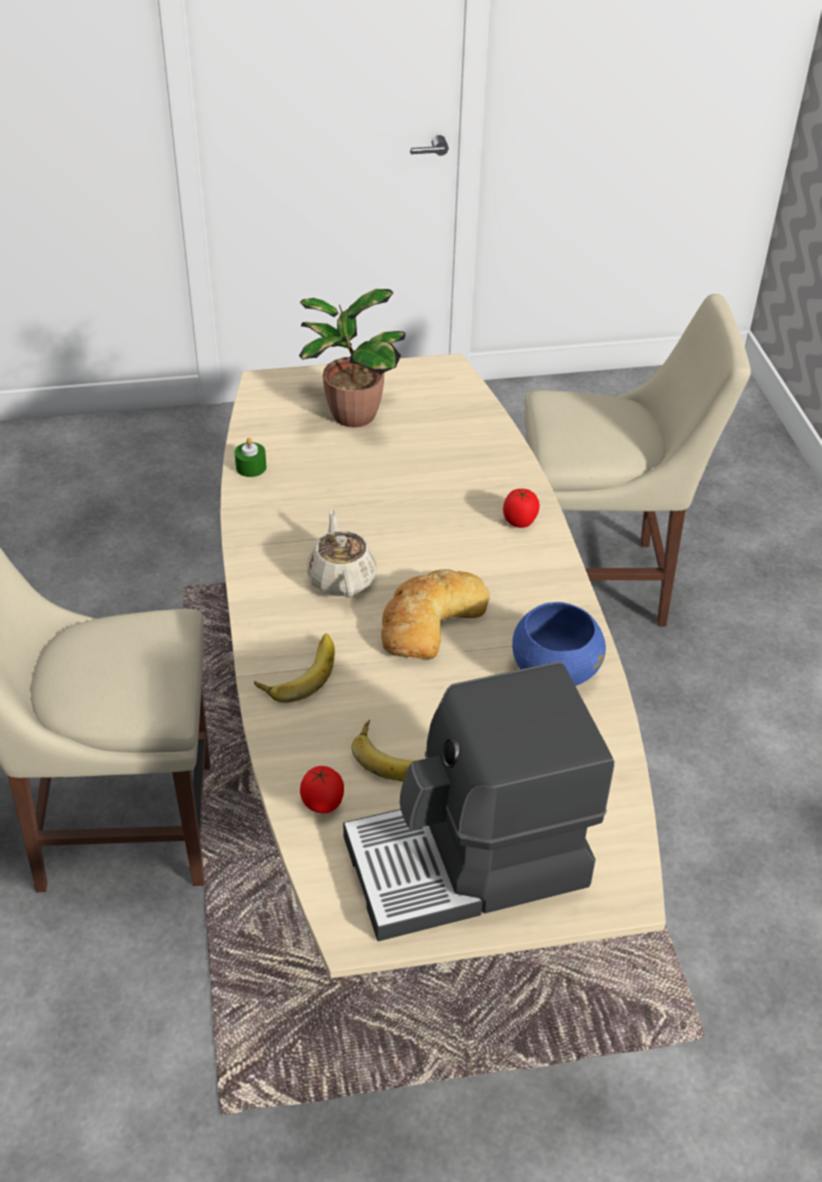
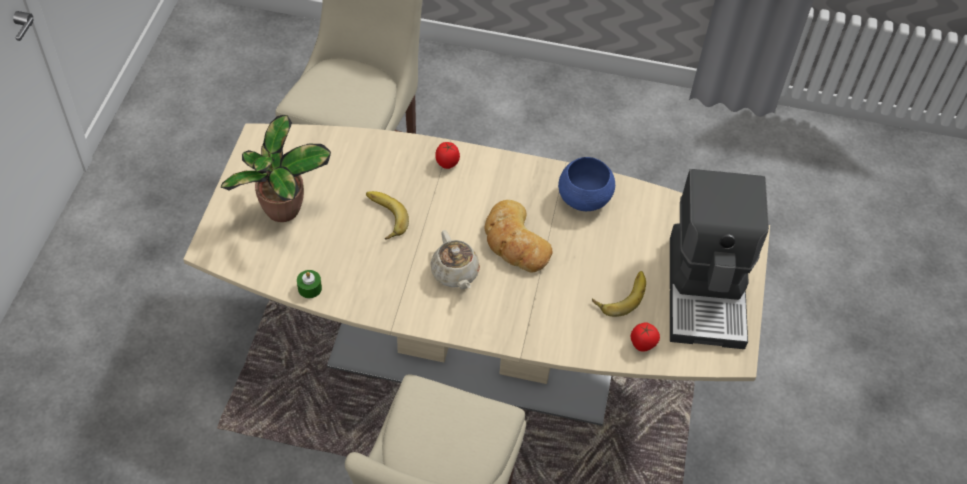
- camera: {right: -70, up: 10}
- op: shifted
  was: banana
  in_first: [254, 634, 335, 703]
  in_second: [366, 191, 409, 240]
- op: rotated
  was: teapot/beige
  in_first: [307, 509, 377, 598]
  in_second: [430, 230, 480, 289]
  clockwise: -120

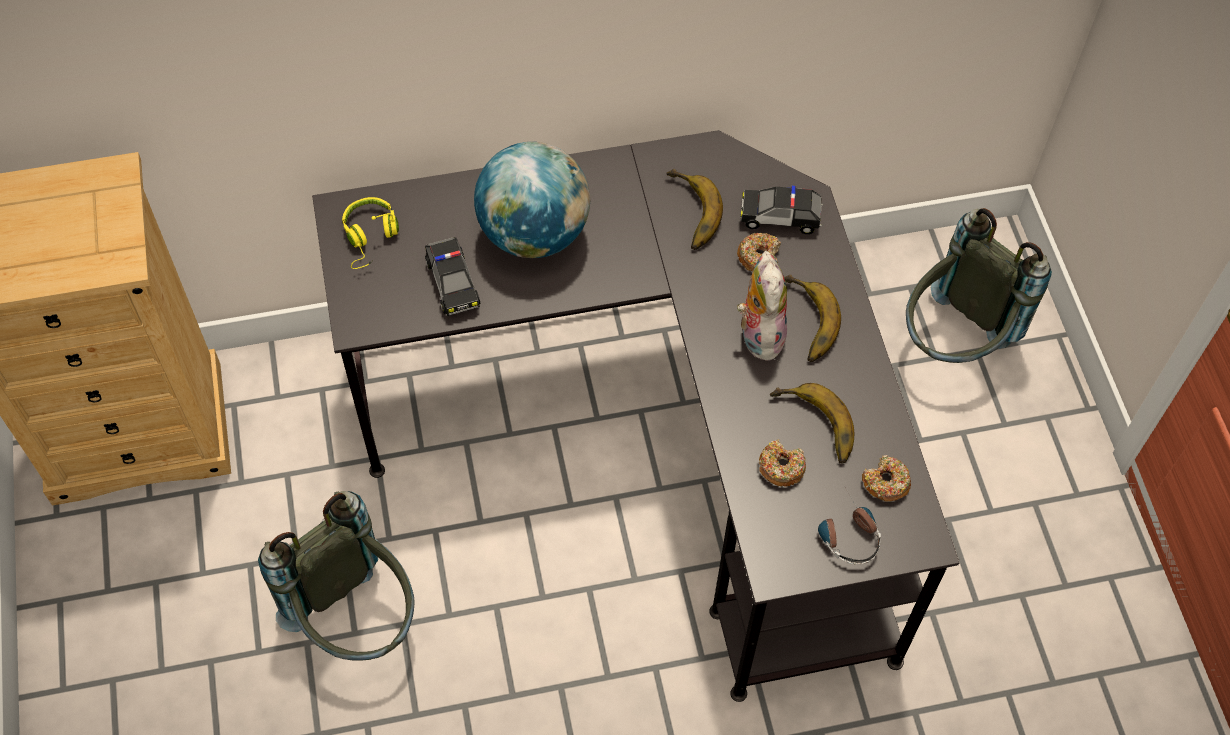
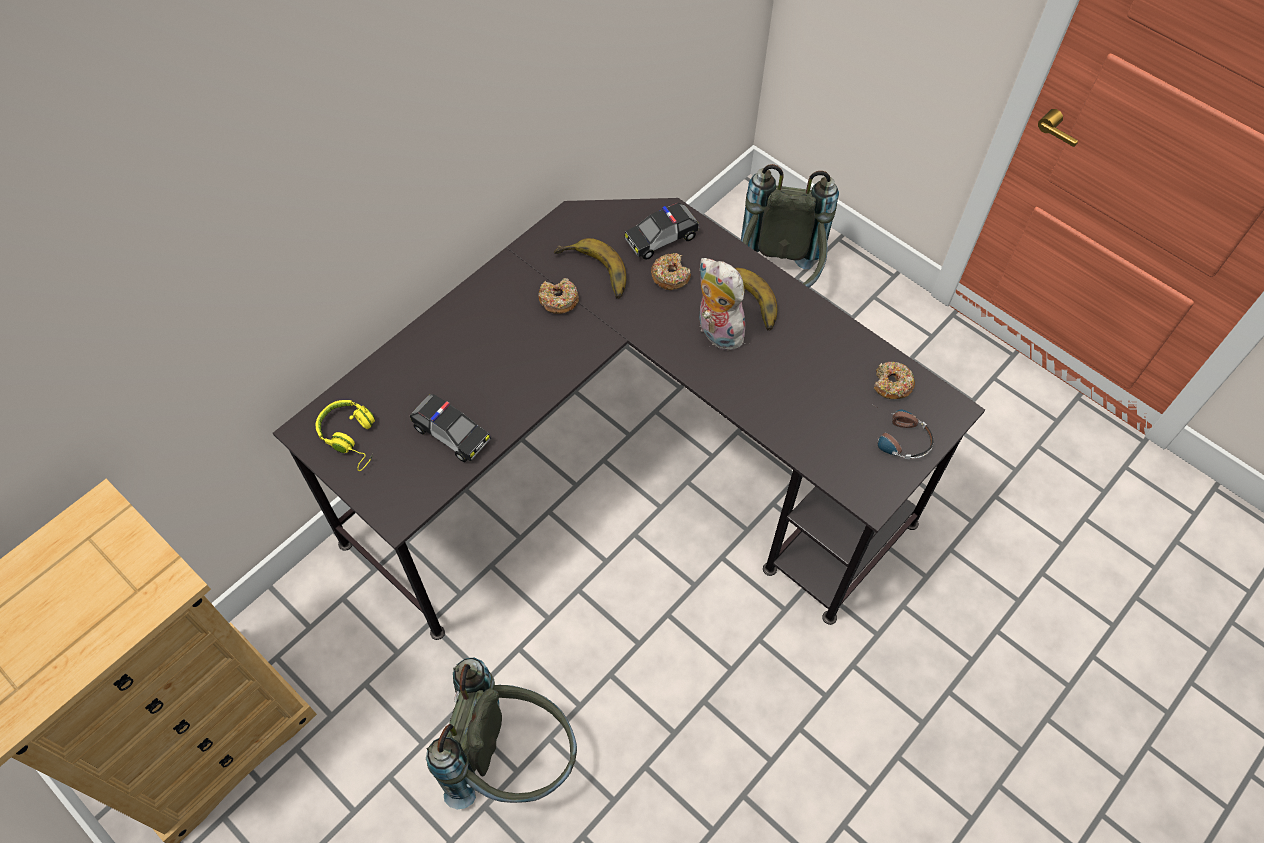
- camera: {right: -35, up: 0}
- op: shifted
  was: donut
  in_first: [759, 439, 806, 487]
  in_second: [538, 278, 579, 314]
- op: gone
  was: globe
  in_first: [474, 142, 590, 258]
- op: gone
  was: banana
  in_first: [770, 383, 854, 464]

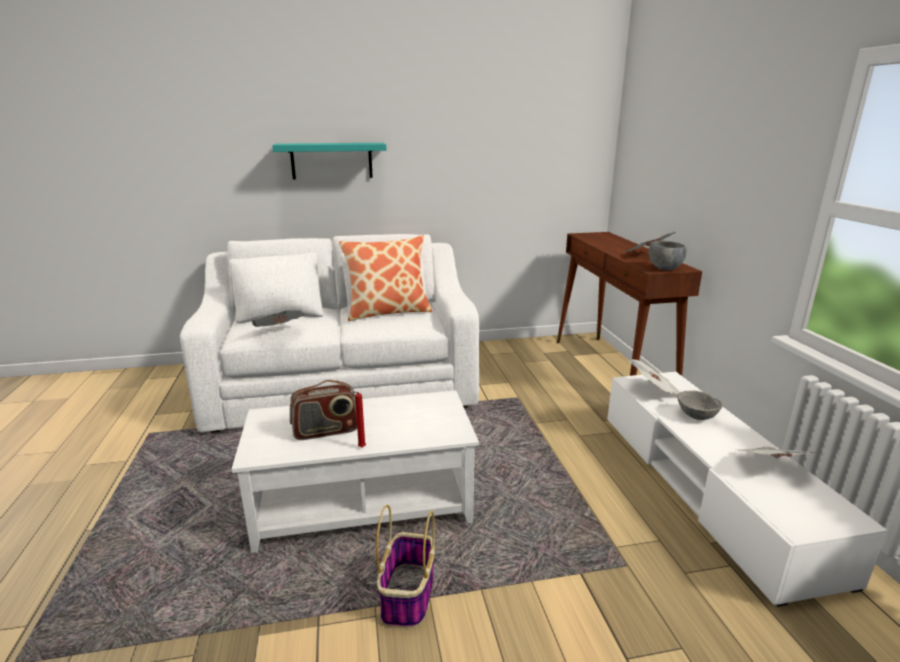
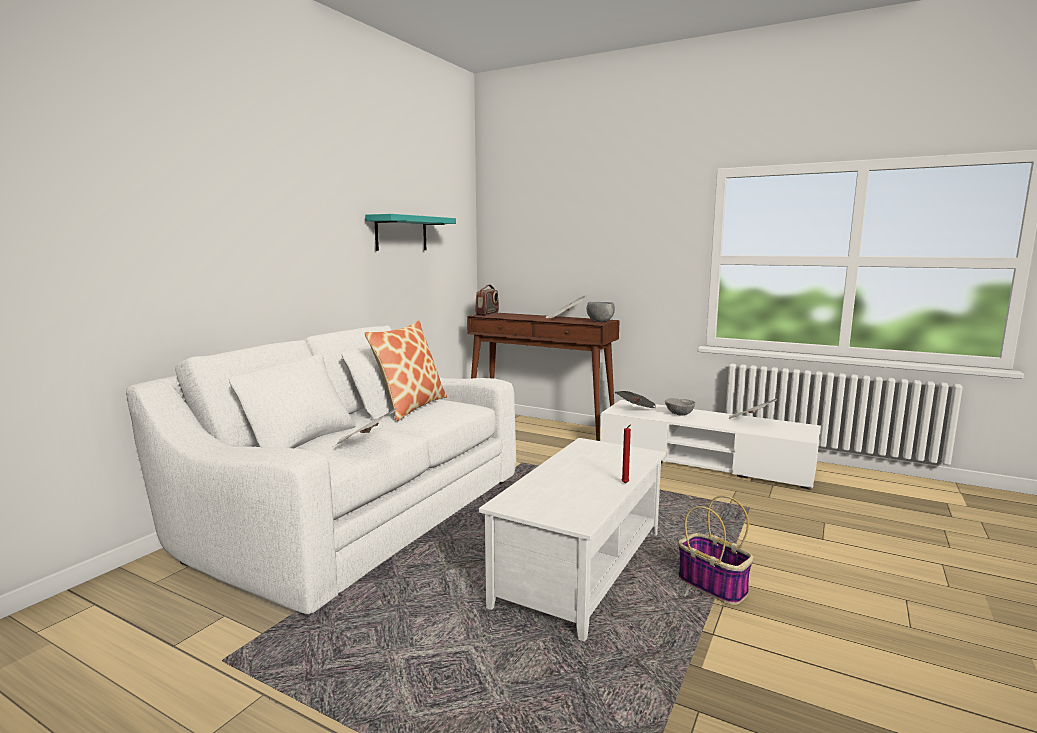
- camera: {right: -50, up: -10}
- op: shifted
  was: shelf/turquoise
  in_first: [272, 143, 386, 179]
  in_second: [365, 214, 456, 251]
- op: shifted
  was: radio
  in_first: [290, 380, 357, 440]
  in_second: [476, 284, 499, 316]

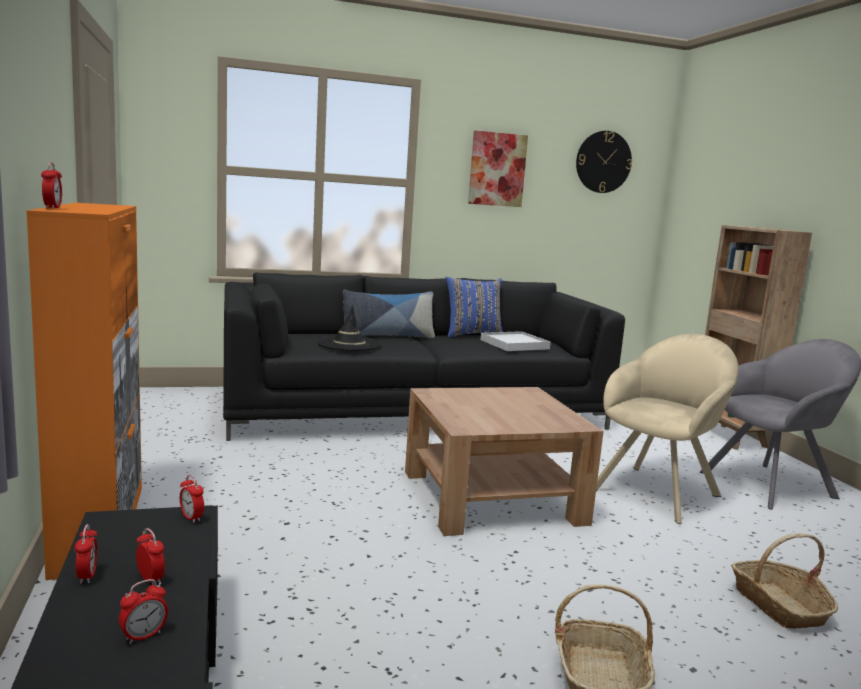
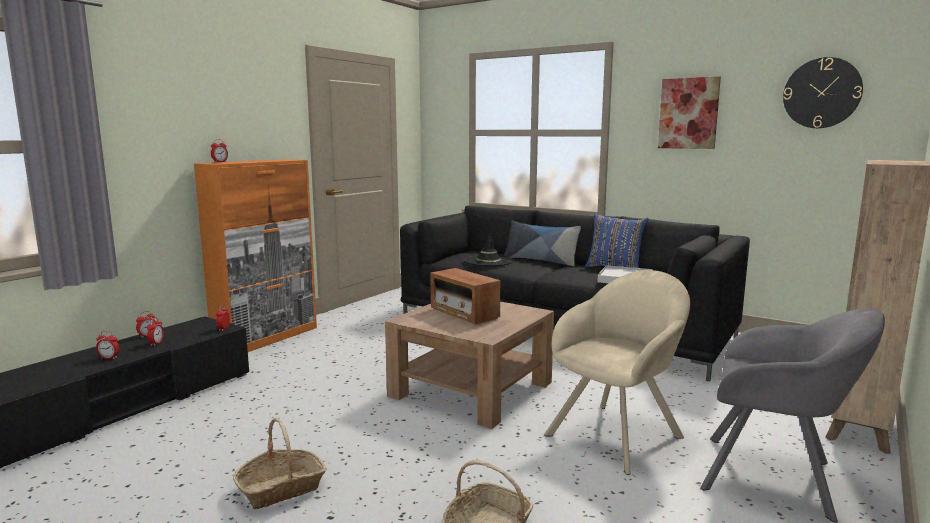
- camera: {right: 50, up: 0}
- op: new
  now: radio
  in_second: [430, 268, 500, 325]
- op: rotated
  was: armchair/beige
  in_first: [596, 334, 739, 524]
  in_second: [544, 270, 690, 475]
  clockwise: -45

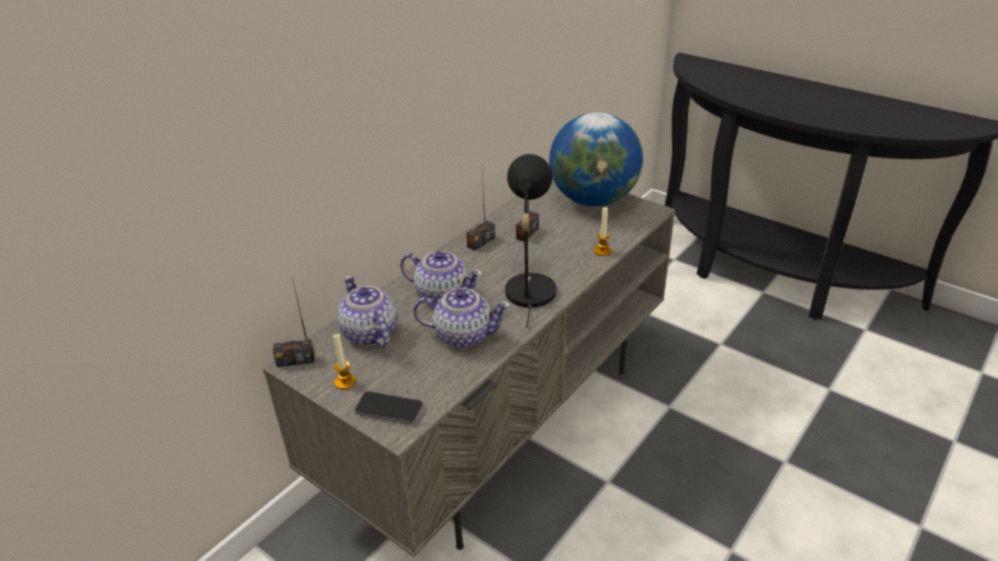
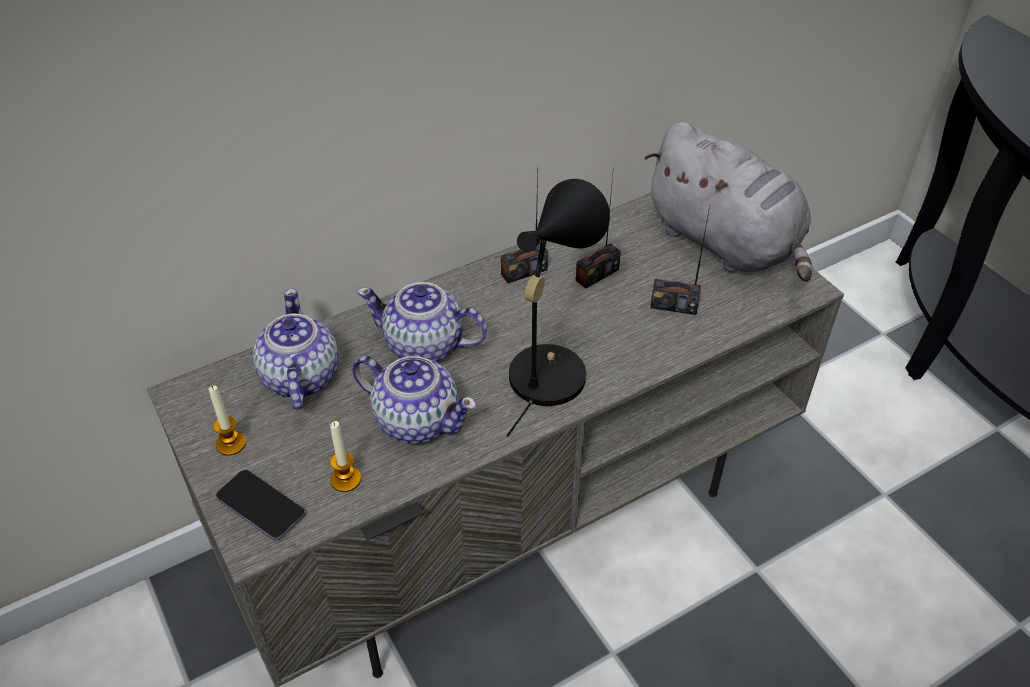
- camera: {right: 20, up: 10}
- op: shifted
  was: candle
  in_first: [594, 207, 611, 256]
  in_second: [330, 421, 361, 492]
- op: rotated
  was: teapot
  in_first: [400, 251, 483, 303]
  in_second: [357, 282, 487, 361]
  clockwise: 150
- op: swapped
  was: globe
  now: plush toy/grey
  in_first: [549, 112, 643, 207]
  in_second: [645, 122, 812, 282]
- op: shifted
  was: radio
  in_first: [273, 277, 315, 367]
  in_second: [650, 206, 710, 315]

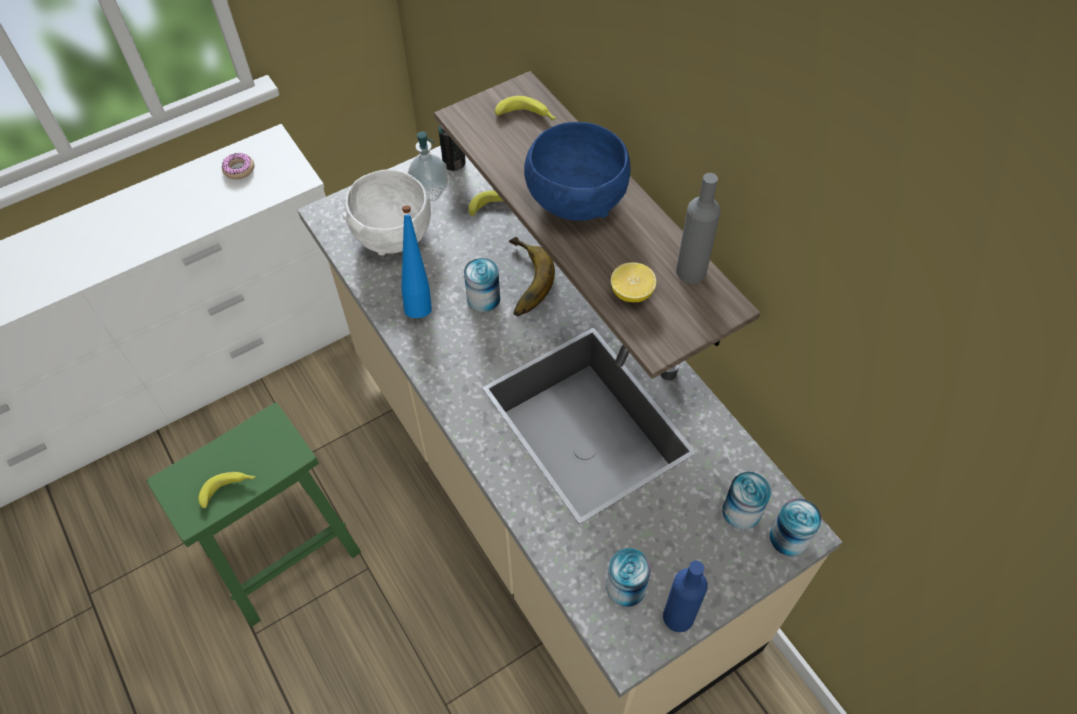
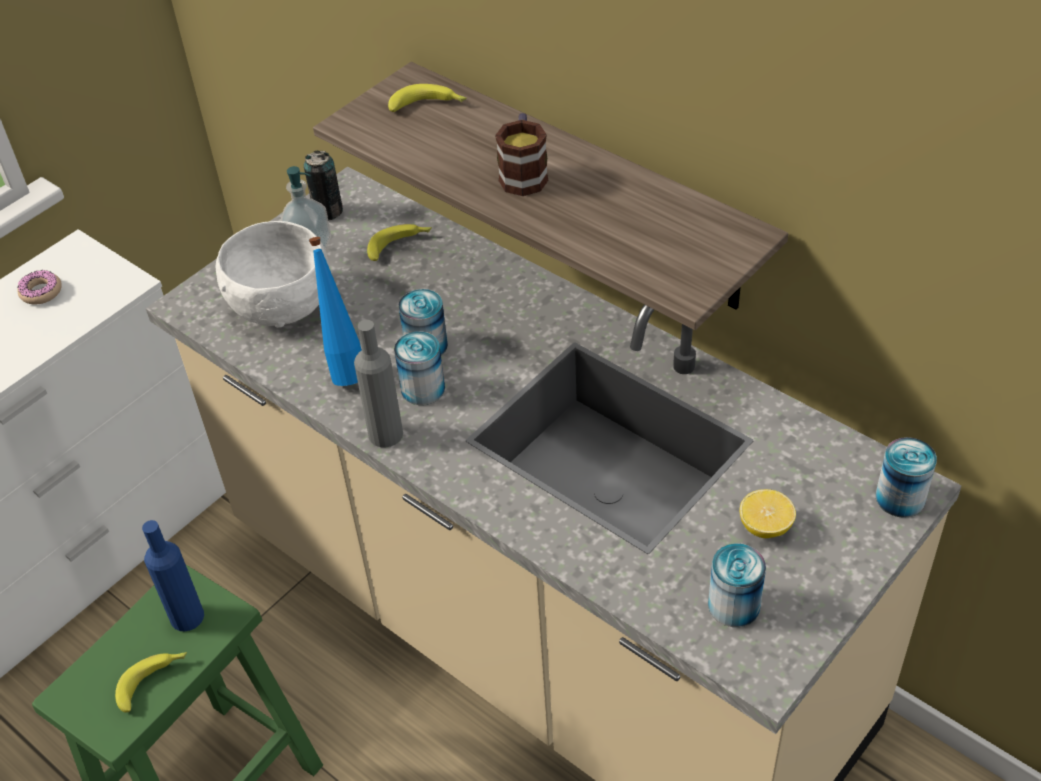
- camera: {right: -15, up: -10}
- op: shifted
  was: bottle/blue
  in_first: [663, 561, 708, 632]
  in_second: [142, 520, 204, 631]
- op: shifted
  was: bottle/grey
  in_first: [676, 173, 721, 283]
  in_second: [354, 320, 403, 448]
- op: shifted
  was: can
  in_first: [722, 472, 771, 530]
  in_second: [394, 331, 445, 405]
- op: swapped
  was: bowl/blue
  now: mug
  in_first: [524, 122, 630, 221]
  in_second: [495, 113, 548, 196]
- op: shifted
  was: lemon
  in_first: [611, 262, 656, 302]
  in_second: [740, 489, 796, 538]
- op: gone
  was: banana
  in_first: [509, 237, 555, 316]

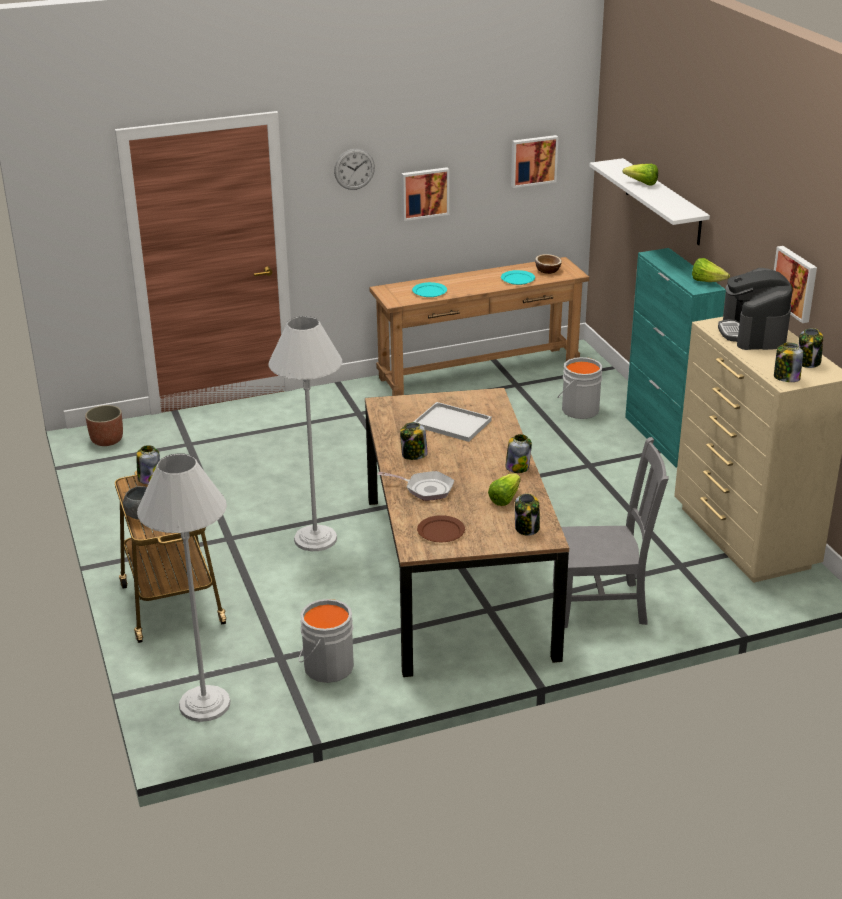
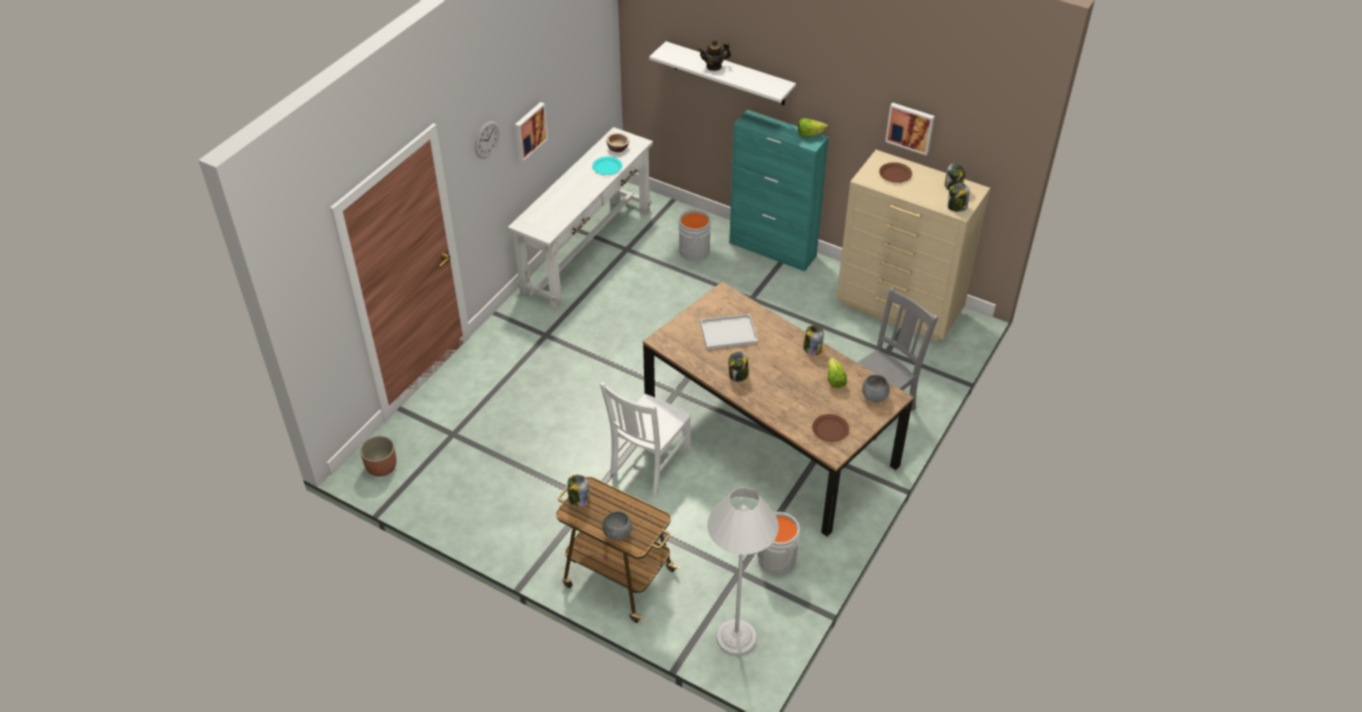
- camera: {right: -40, up: 15}
- op: repainted
  was: console table/brown
  now: console table/white
  in_first: [369, 257, 589, 396]
  in_second: [508, 127, 653, 308]
- op: swapped
  was: floor lamp/white
  now: chair/white
  in_first: [268, 316, 342, 551]
  in_second: [600, 382, 691, 495]
- op: swapped
  was: lettuce
  now: teapot
  in_first: [622, 164, 658, 186]
  in_second: [698, 40, 731, 71]
- op: swapped
  was: jar
  now: bowl/grey
  in_first: [515, 493, 540, 536]
  in_second: [862, 375, 890, 402]
- op: swapped
  was: coffee machine
  now: plate/brown
  in_first: [718, 268, 792, 350]
  in_second: [879, 162, 912, 183]
- op: gone
  was: frying pan
  in_first: [377, 471, 454, 501]
- op: gone
  was: plate/turquoise
  in_first: [412, 282, 447, 297]
- op: gone
  was: picture
  in_first: [511, 135, 558, 188]

